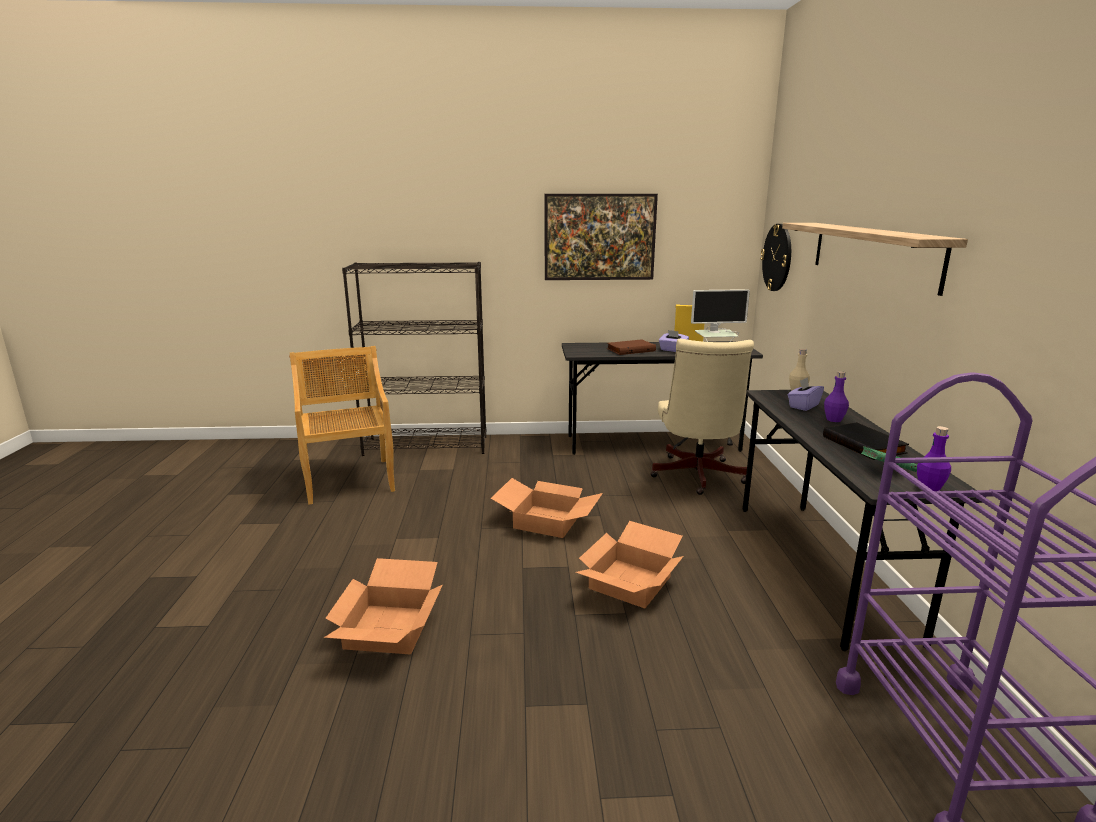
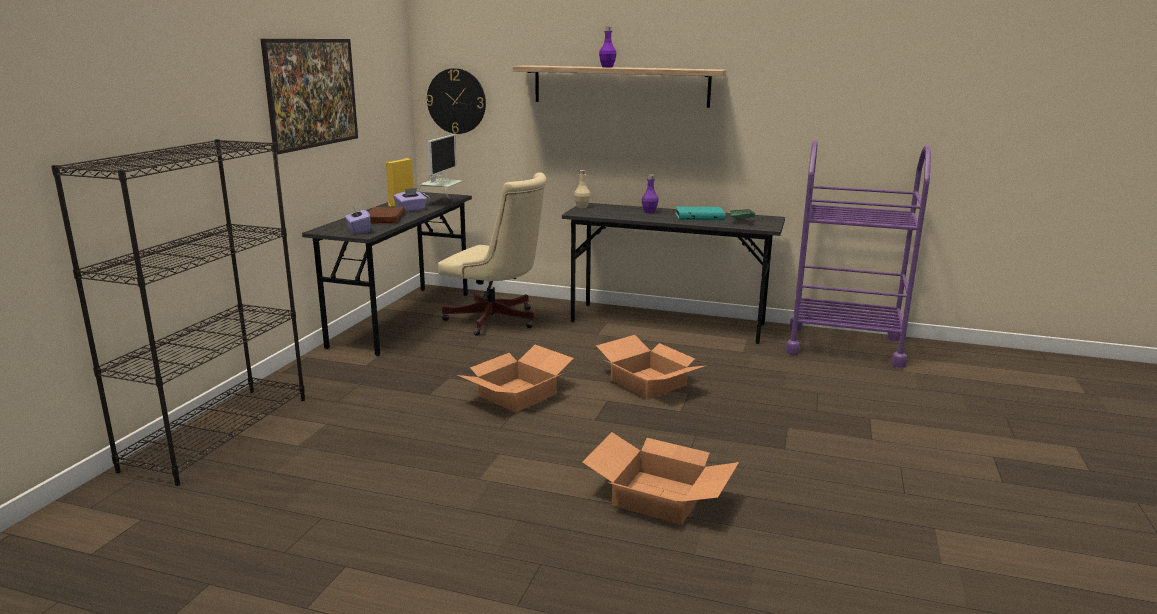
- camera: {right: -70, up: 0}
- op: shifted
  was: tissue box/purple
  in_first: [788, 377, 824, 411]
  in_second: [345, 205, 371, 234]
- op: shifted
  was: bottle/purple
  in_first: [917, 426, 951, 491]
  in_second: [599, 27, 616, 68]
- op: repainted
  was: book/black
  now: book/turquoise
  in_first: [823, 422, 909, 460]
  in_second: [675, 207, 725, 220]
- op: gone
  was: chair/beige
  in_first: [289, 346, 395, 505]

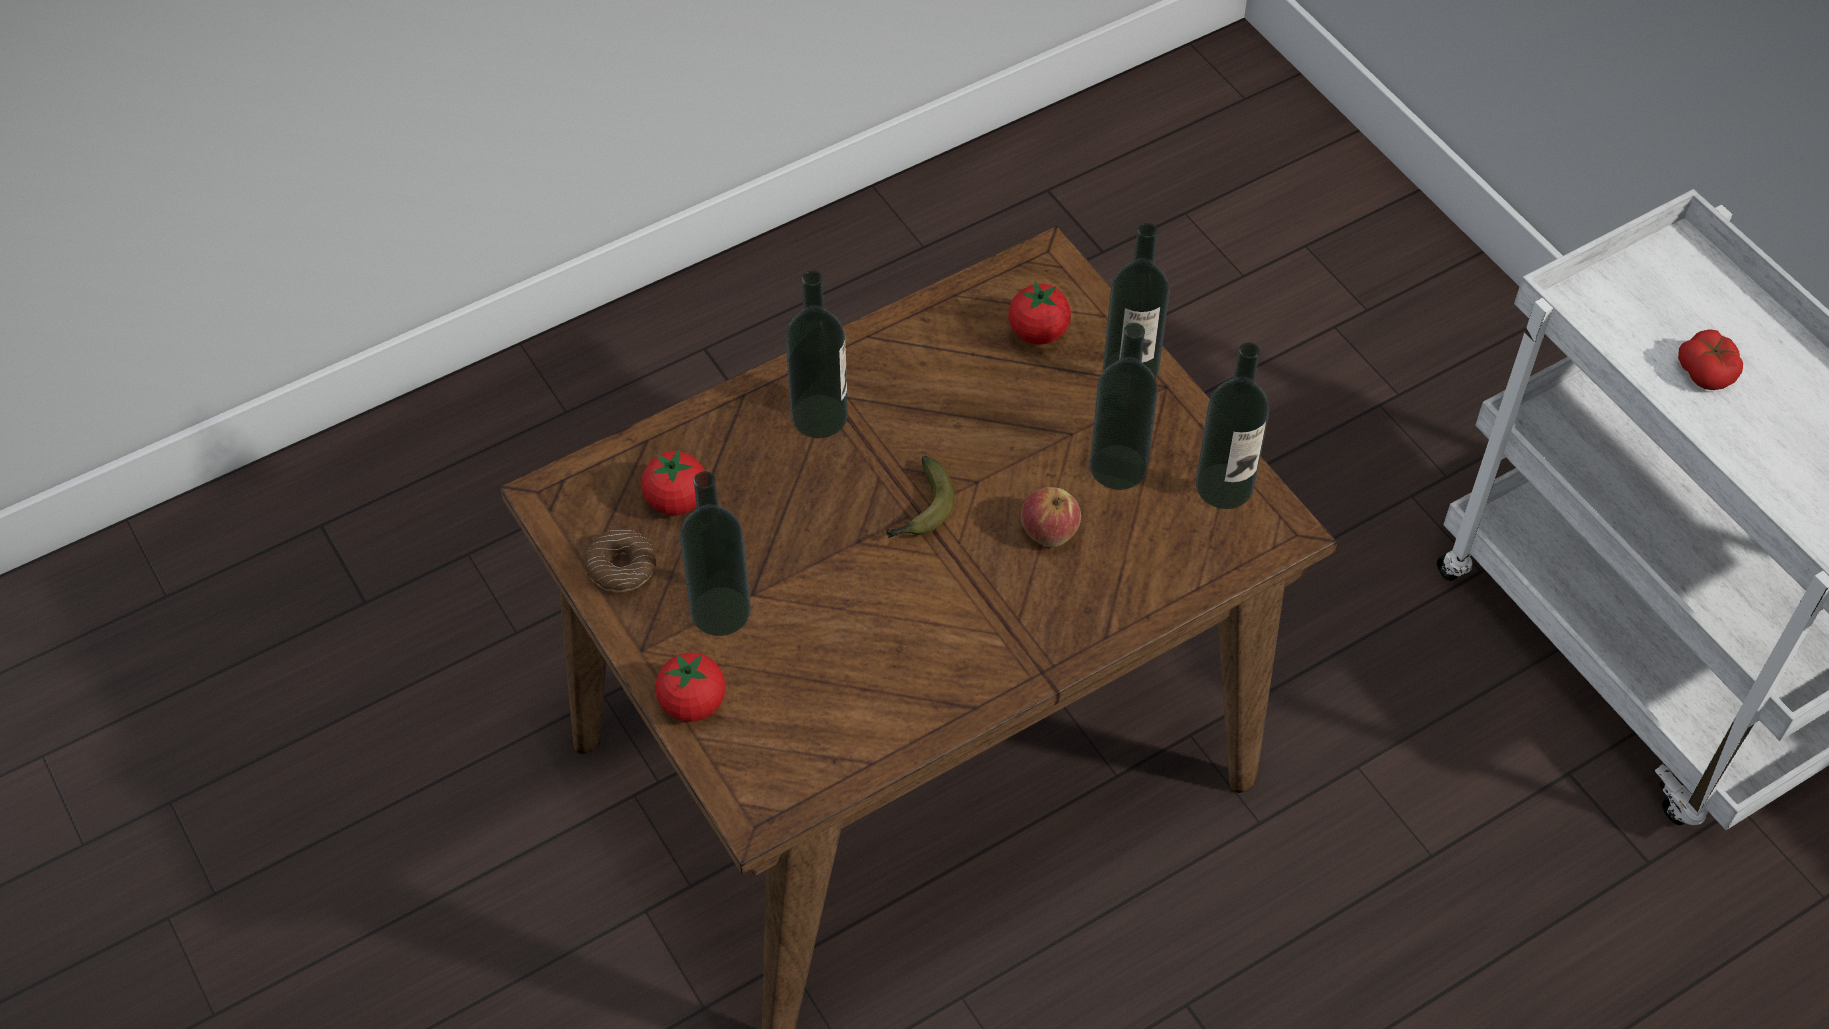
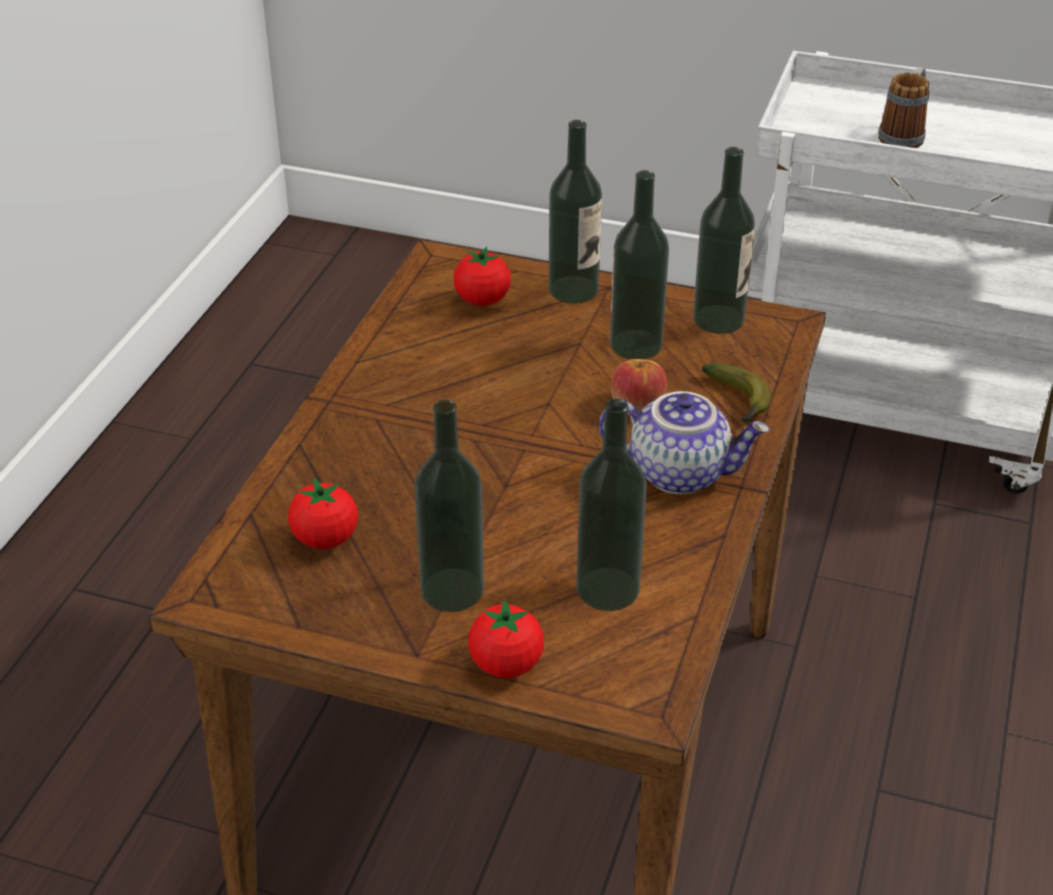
- camera: {right: -40, up: -15}
- op: shifted
  was: bottle
  in_first: [786, 270, 848, 438]
  in_second: [576, 399, 646, 611]
- op: new
  now: teapot
  in_second: [599, 391, 770, 494]
- op: shifted
  was: banana
  in_first: [886, 456, 954, 538]
  in_second: [702, 363, 772, 424]
- op: swapped
  was: tomato
  now: mug
  in_first: [1678, 329, 1743, 390]
  in_second: [878, 67, 929, 148]
- op: gone
  was: donut
  in_first: [585, 529, 656, 592]

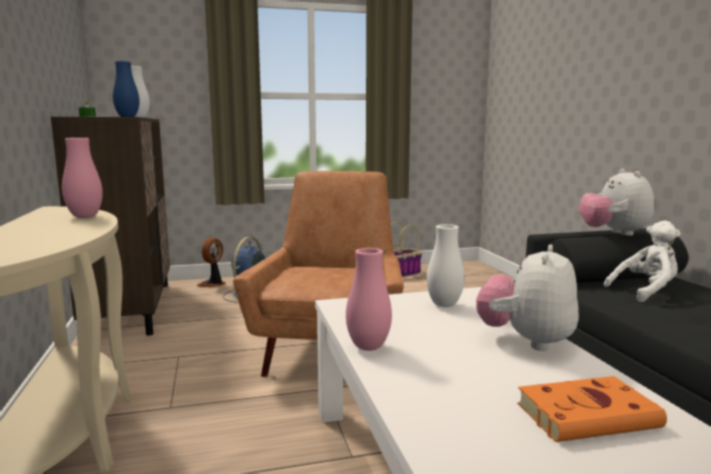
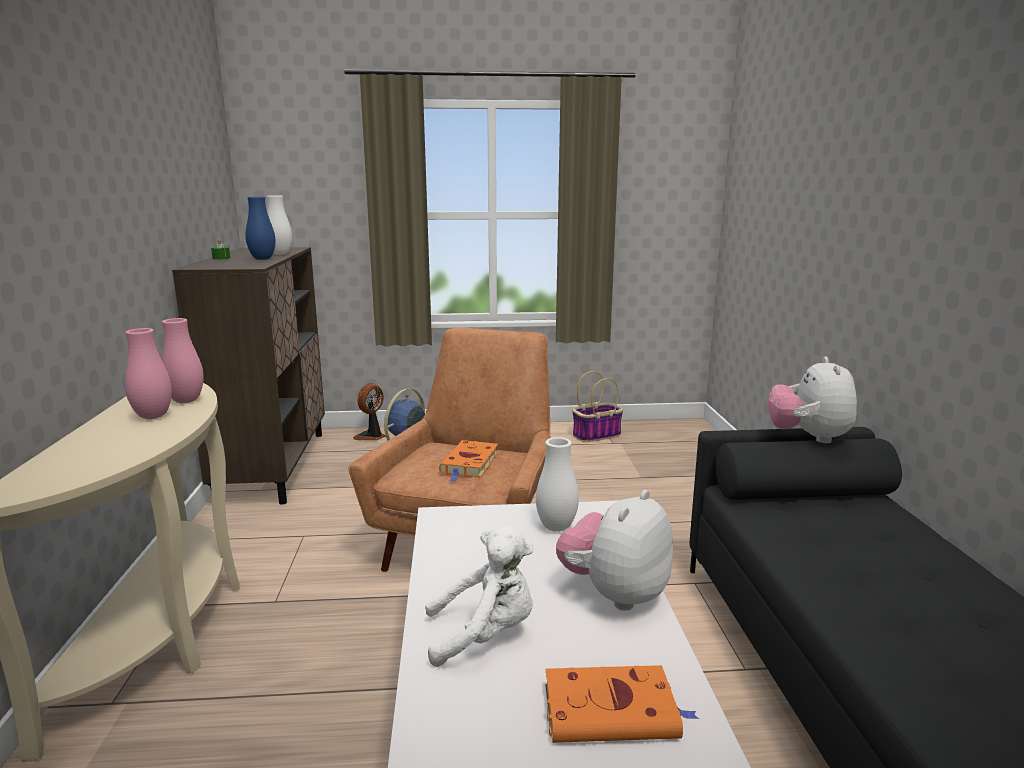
- camera: {right: 10, up: 5}
- op: shifted
  was: vase/pink
  in_first: [346, 248, 392, 351]
  in_second: [125, 328, 172, 419]
- op: shifted
  was: plush toy/white
  in_first: [604, 221, 681, 302]
  in_second: [425, 525, 533, 667]
- op: new
  now: book/orange
  in_second: [439, 440, 498, 482]

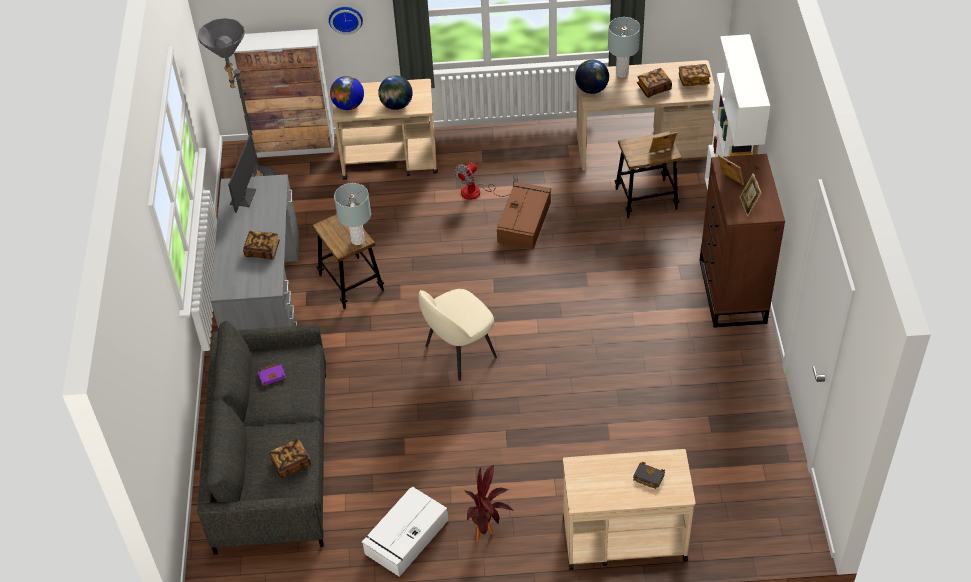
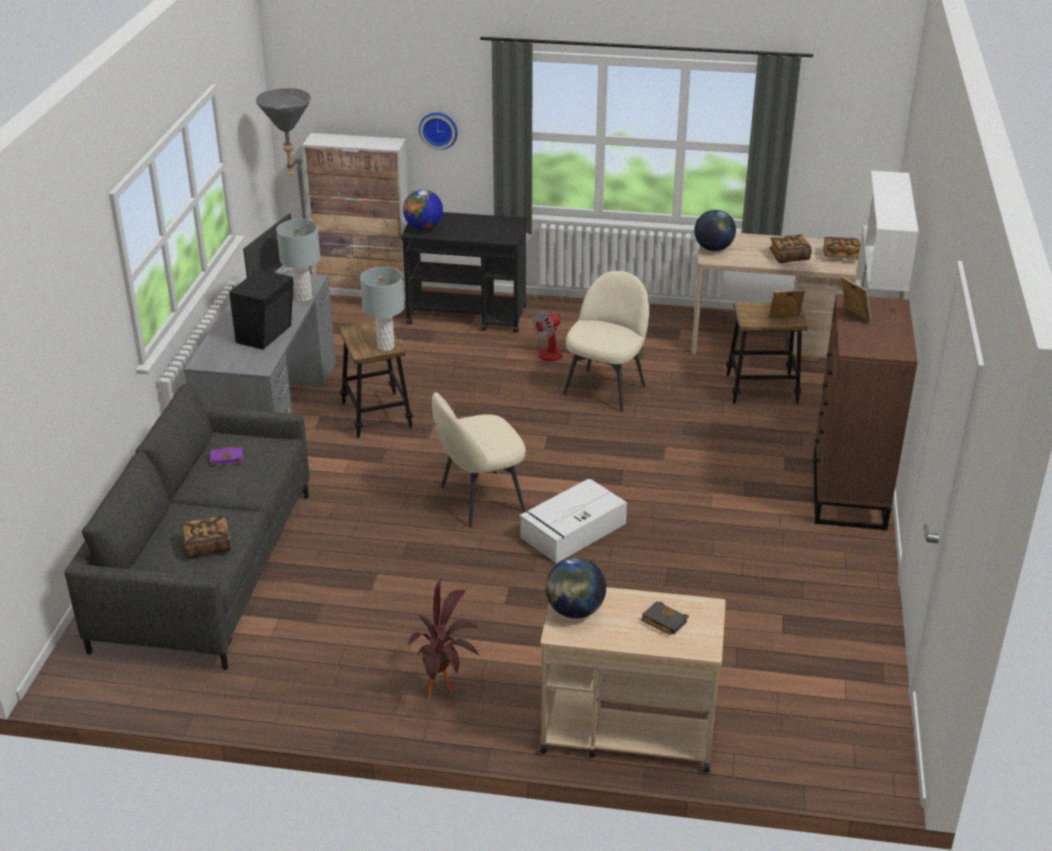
- camera: {right: 10, up: -15}
- op: swapped
  was: book
  now: speaker/black
  in_first: [243, 231, 280, 260]
  in_second: [229, 269, 294, 350]
- op: shifted
  was: table lamp/grey
  in_first: [608, 17, 640, 78]
  in_second: [276, 219, 320, 302]
- op: repainted
  was: cart/beige
  now: cart/black
  in_first: [333, 79, 438, 180]
  in_second: [401, 212, 527, 333]
- op: shifted
  was: storage box/white
  in_first: [362, 487, 448, 577]
  in_second: [520, 479, 627, 563]
- op: shifted
  was: globe
  in_first: [378, 75, 413, 110]
  in_second: [546, 557, 606, 618]
- op: swapped
  was: storage box/brown
  now: chair/beige
  in_first: [497, 182, 551, 249]
  in_second: [563, 271, 649, 412]
- op: gone
  was: picture frame
  in_first: [740, 173, 762, 217]

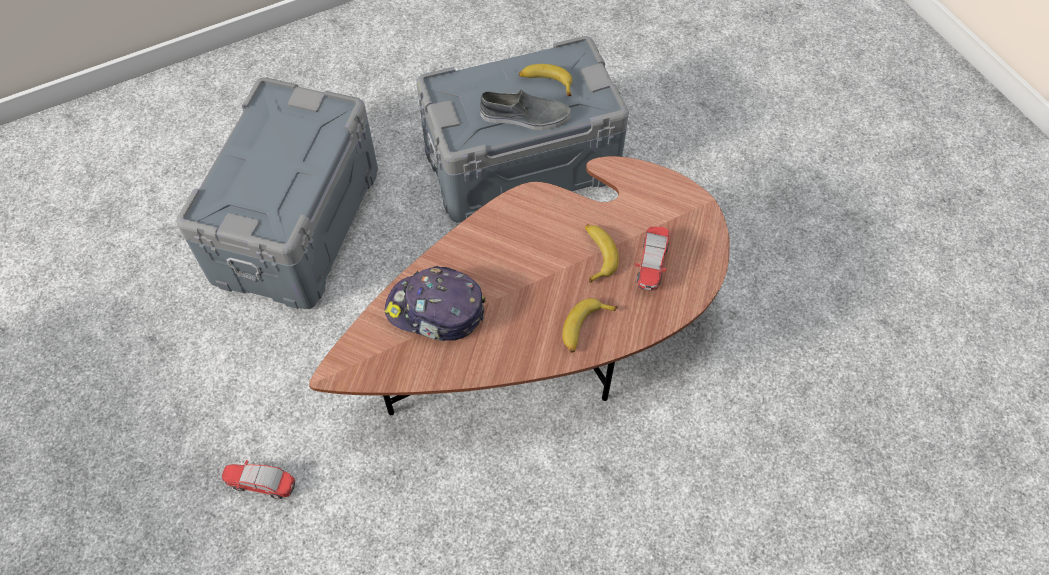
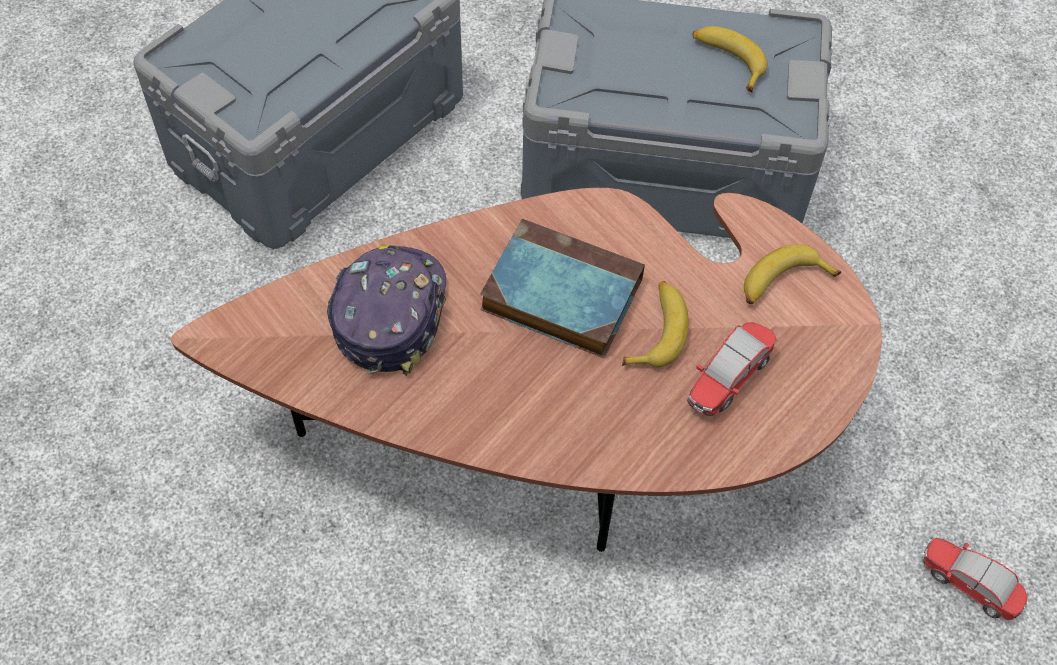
- camera: {right: 25, up: 0}
- op: rotated
  was: cap
  in_first: [385, 266, 486, 341]
  in_second: [327, 245, 446, 376]
  clockwise: 60
- op: new
  now: book
  in_second: [480, 219, 645, 358]
- op: shifted
  was: banana
  in_first: [563, 298, 618, 353]
  in_second: [744, 244, 841, 304]
- op: shifted
  was: toy car
  in_first: [222, 460, 295, 499]
  in_second: [923, 537, 1028, 620]
- op: gone
  was: shoe/grey
  in_first: [480, 89, 571, 130]

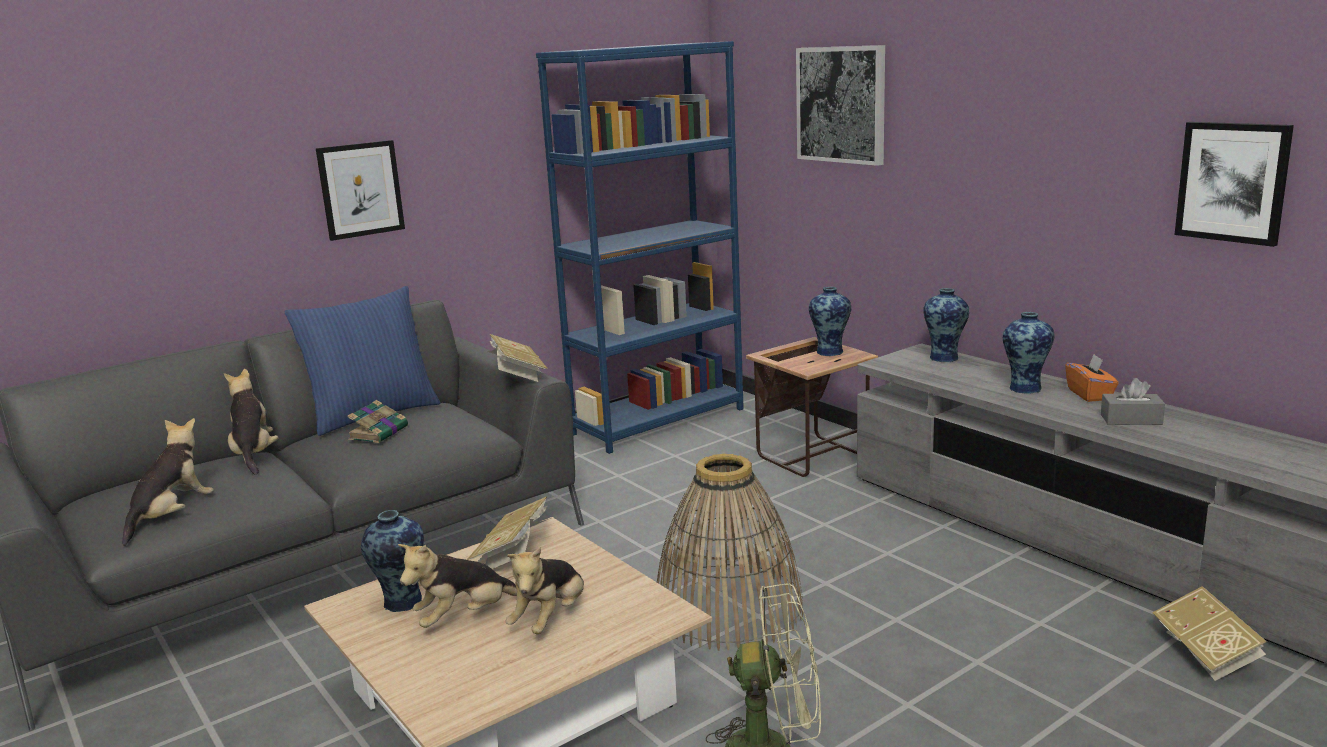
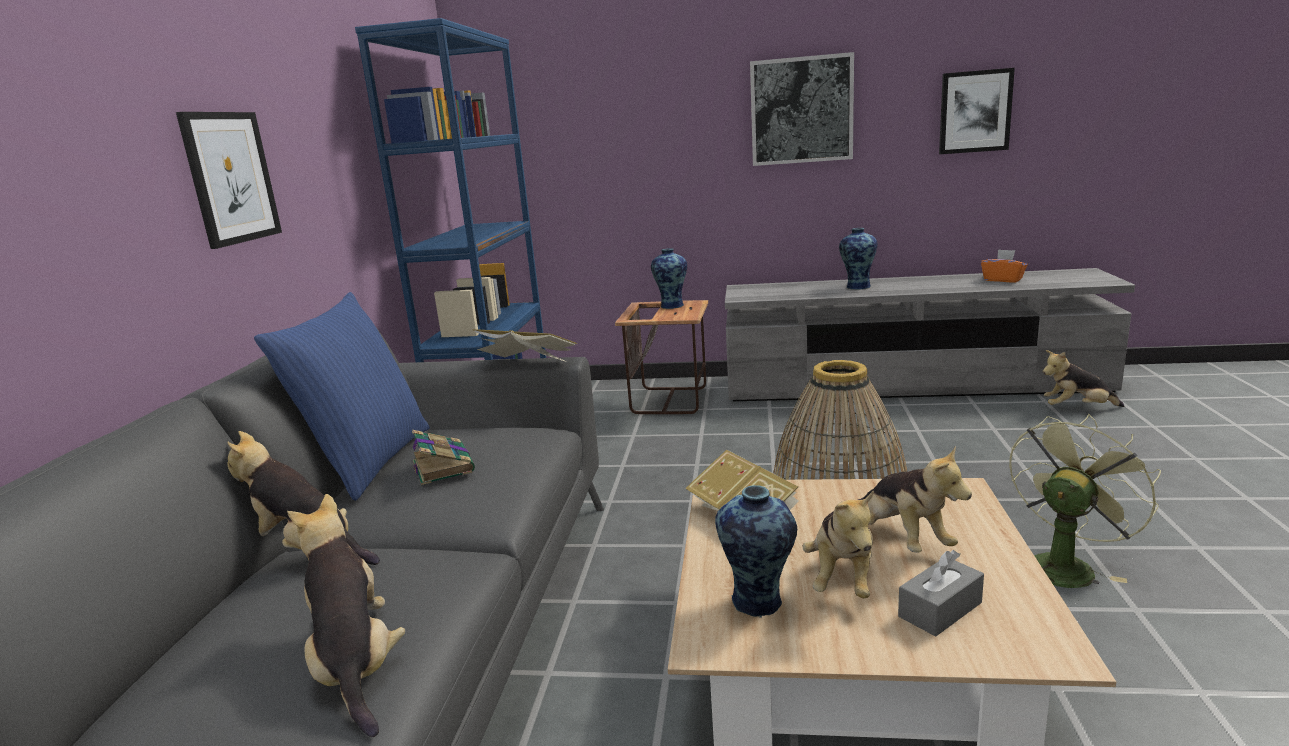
- camera: {right: -45, up: 0}
- op: shifted
  was: picture
  in_first: [796, 45, 885, 166]
  in_second: [750, 52, 854, 166]
- op: shifted
  was: tissue box/grey
  in_first: [1101, 378, 1165, 425]
  in_second: [898, 550, 984, 637]
- op: shifted
  was: tissue box/orange
  in_first: [1065, 354, 1119, 402]
  in_second: [981, 249, 1028, 283]
- op: swapped
  was: book
  now: plush toy
  in_first: [1152, 586, 1267, 681]
  in_second: [1042, 350, 1125, 407]
- op: gone
  was: vase
  in_first: [923, 288, 969, 362]

